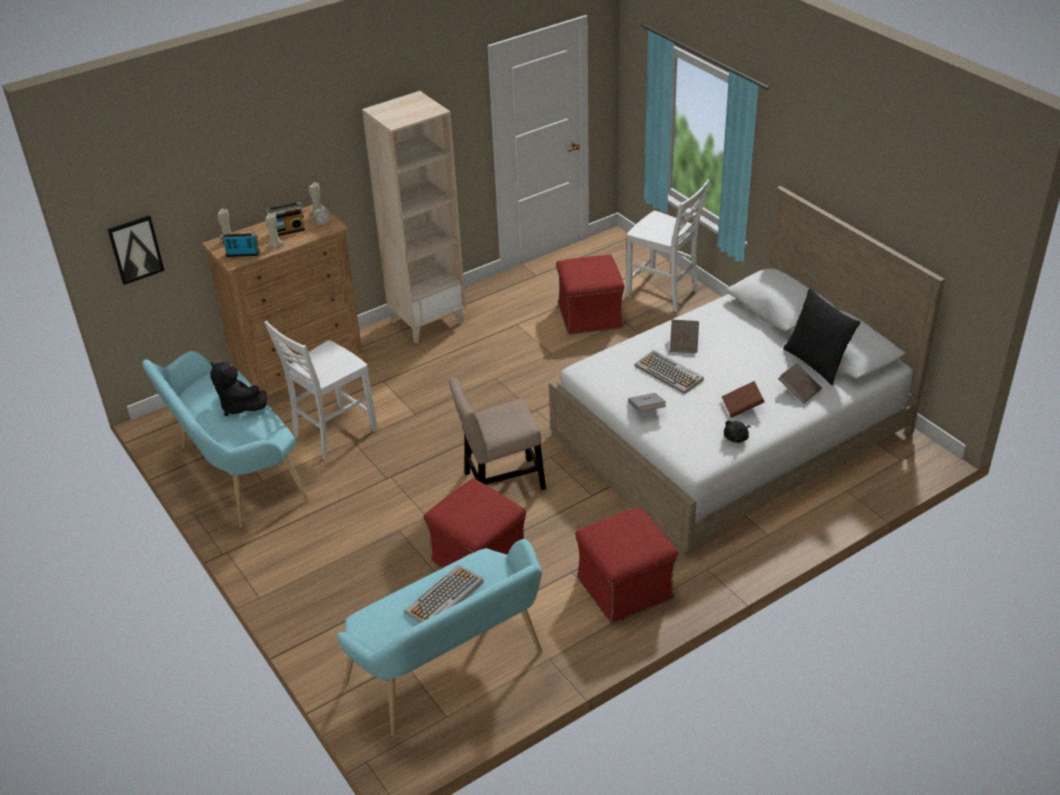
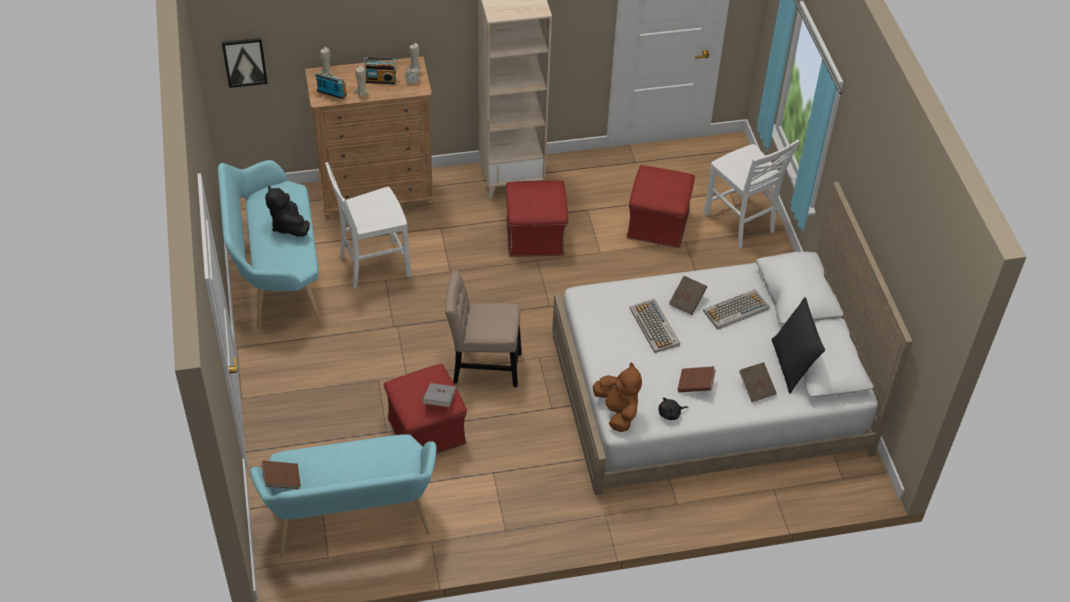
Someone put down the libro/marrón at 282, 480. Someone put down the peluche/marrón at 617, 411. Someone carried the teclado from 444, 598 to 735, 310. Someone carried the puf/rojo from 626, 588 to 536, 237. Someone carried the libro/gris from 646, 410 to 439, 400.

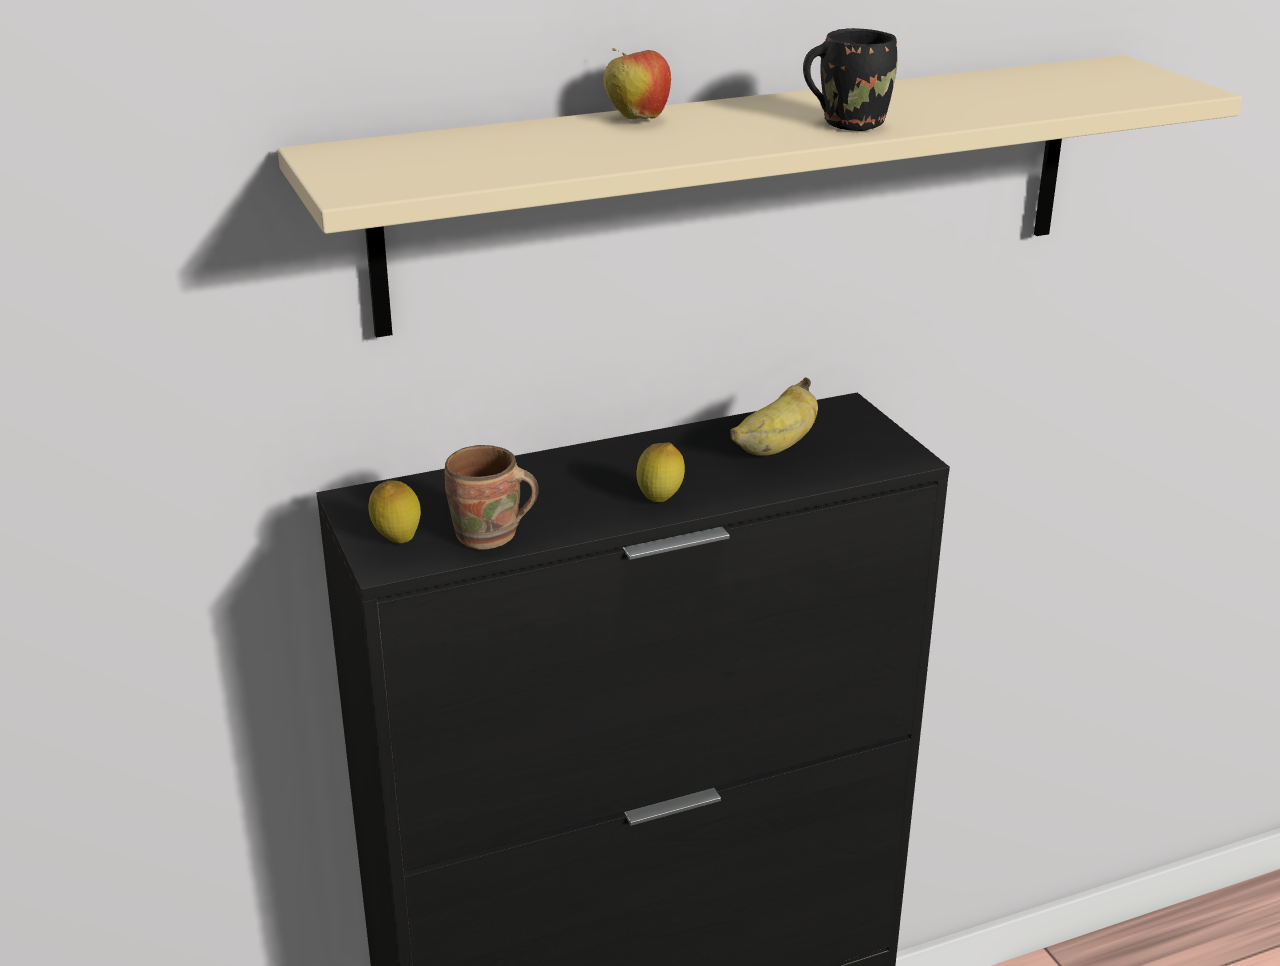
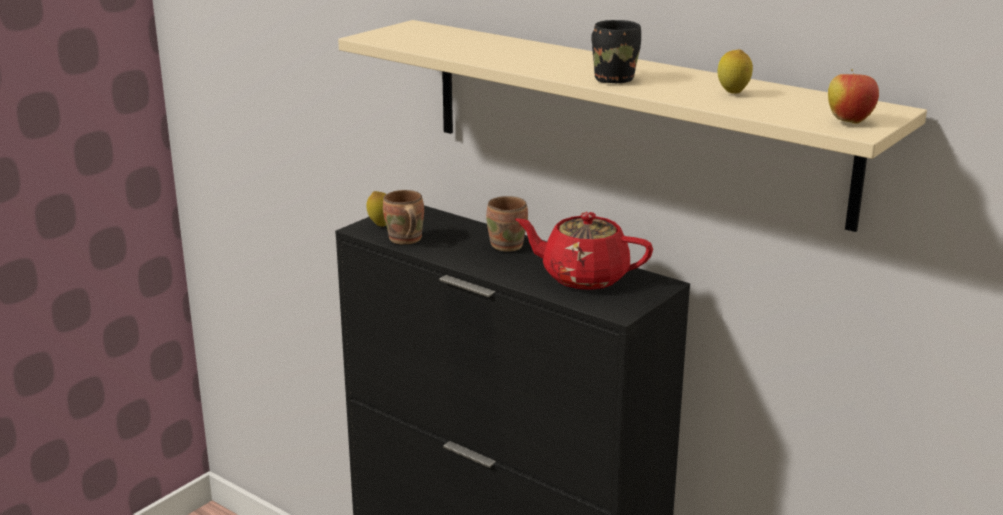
Someone put down the taza grande/marrón at 510, 245. Someone carried the manzana from 637, 119 to 849, 122. Someone carried the limón from 660, 501 to 732, 94. Someone swapped the plátano at 776, 447 for the tetera/rojo at 583, 277.

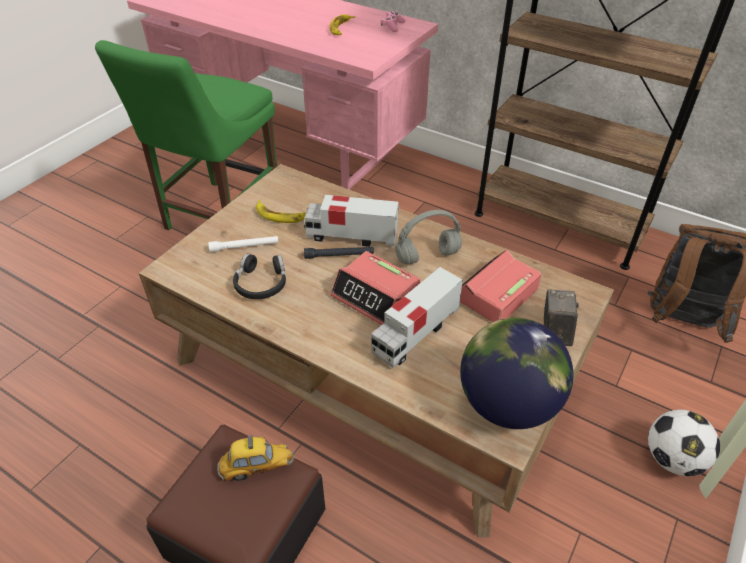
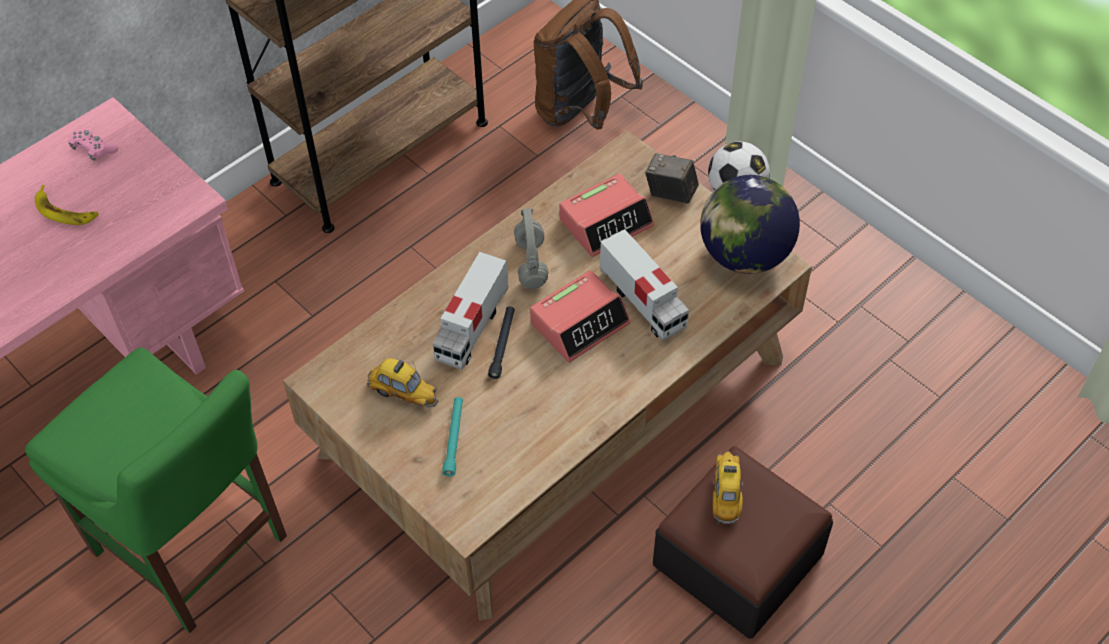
Someone took away the auriculares/negro at 261, 283. Someone swapped the plátano at 280, 215 for the coche de juguete at 403, 393. Someone repainted the linterna/blanco at 244, 247, which became the linterna/turquesa at 454, 438. Someone rotated the despertador at 494, 294 by 90 degrees counterclockwise.

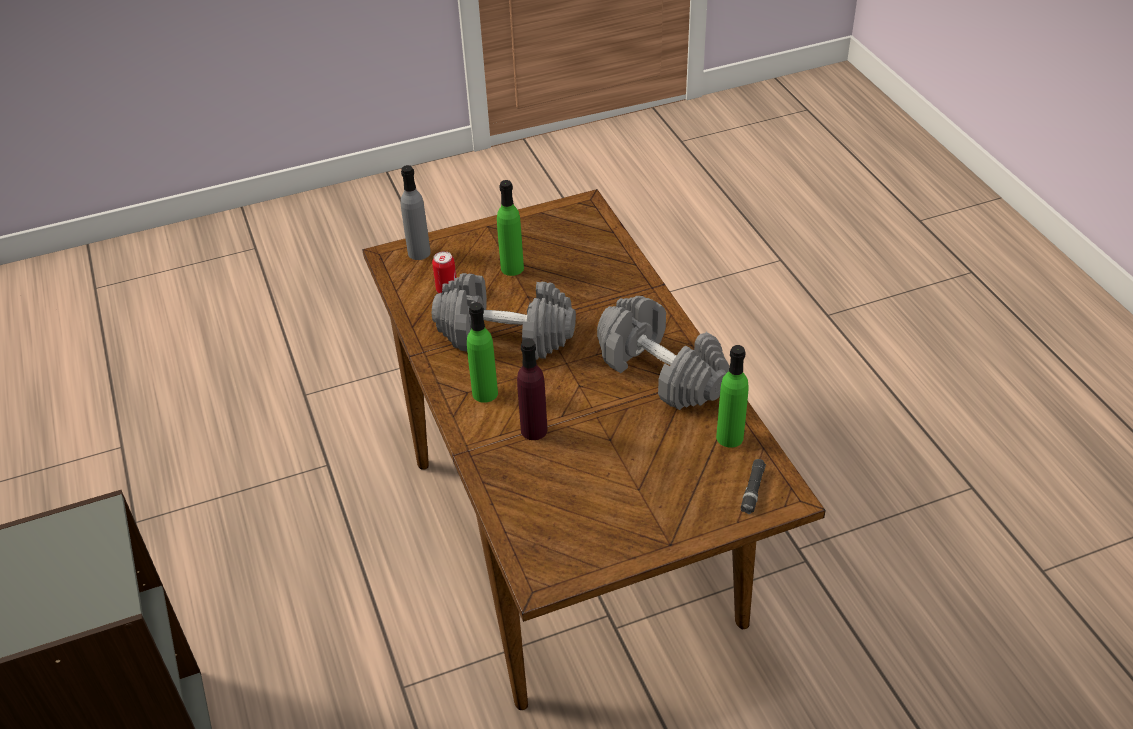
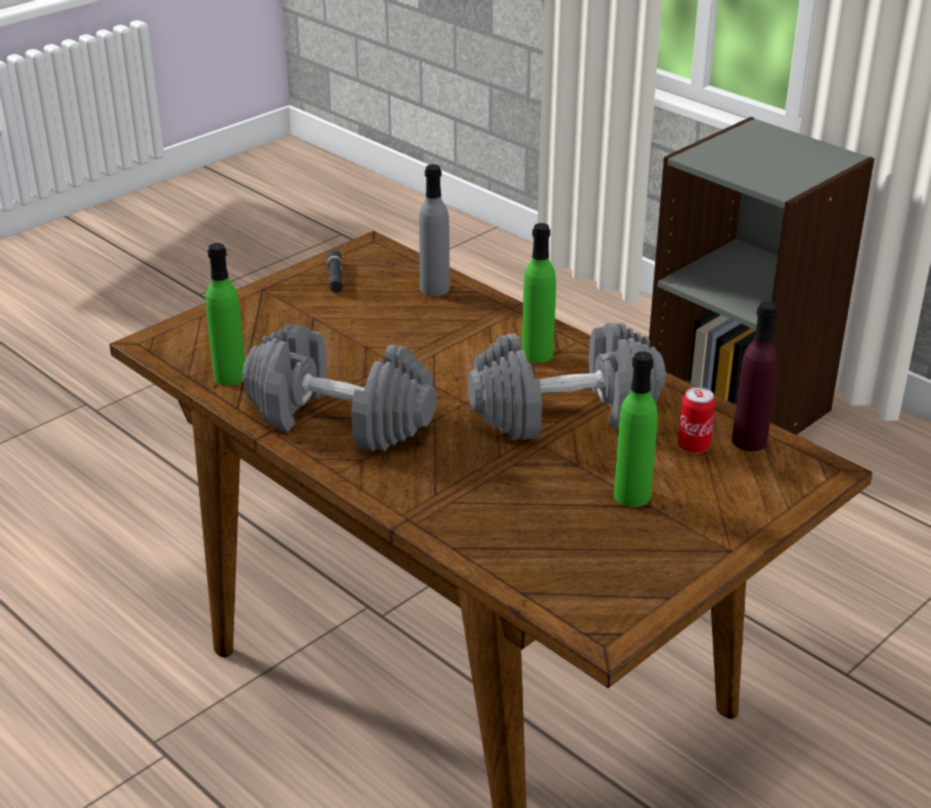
Someone carried the botella/gris from 419, 252 to 434, 288. Someone carried the botella/morado from 534, 430 to 749, 441. Someone carried the linterna/negro from 752, 490 to 335, 277.

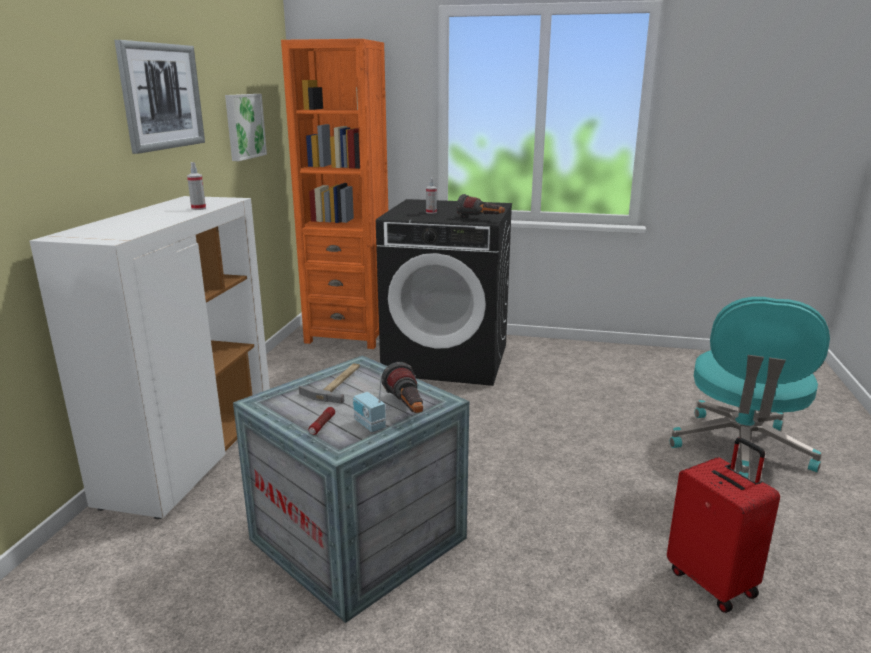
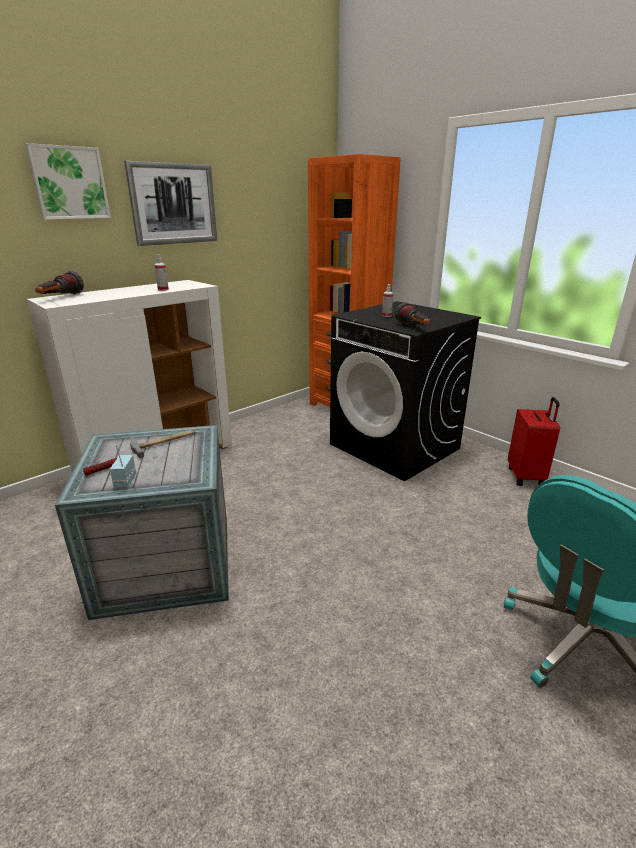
Someone carried the cuadro from 243, 126 to 69, 183. Someone carried the linterna from 407, 408 to 60, 298. Someone carried the maleta/rojo from 713, 582 to 526, 476.

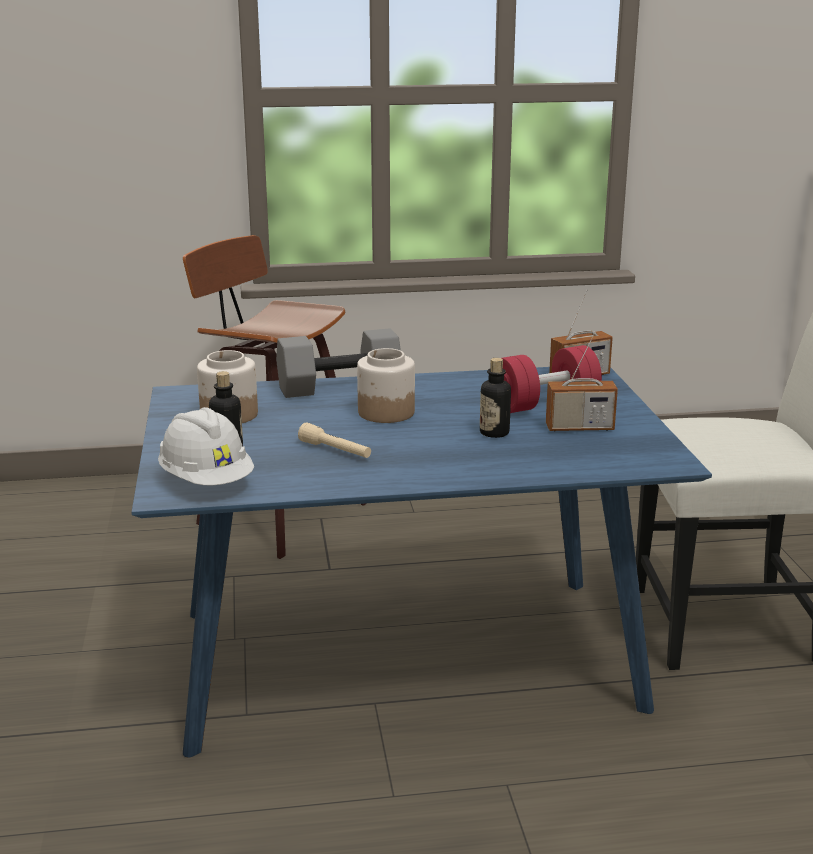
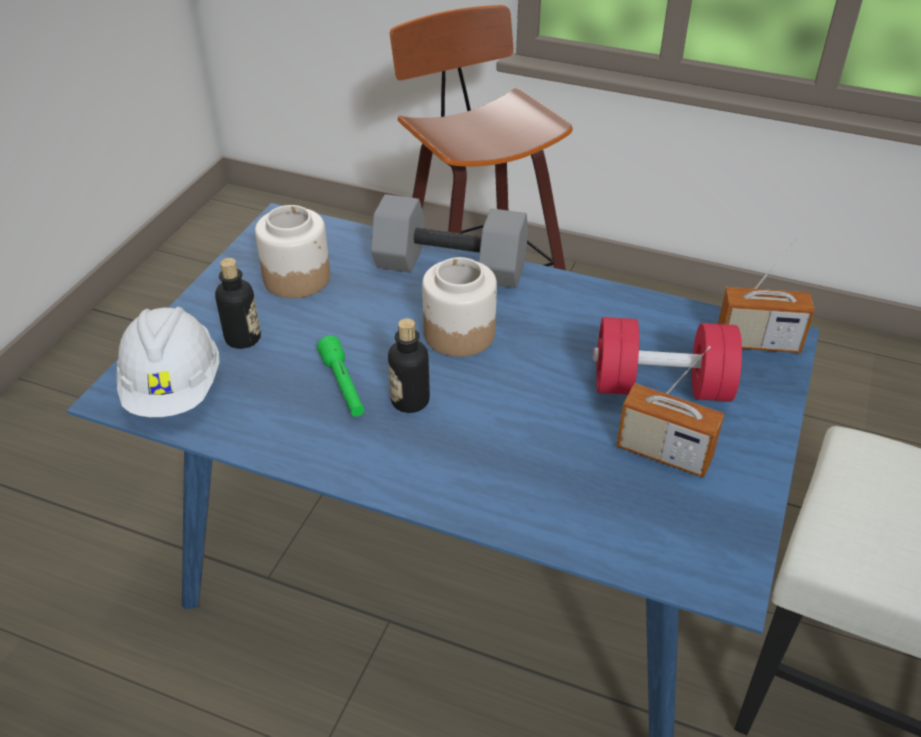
Someone carried the botella from 494, 433 to 410, 401. Someone repainted the linterna/beis at 335, 451, which became the linterna/verde at 343, 386.

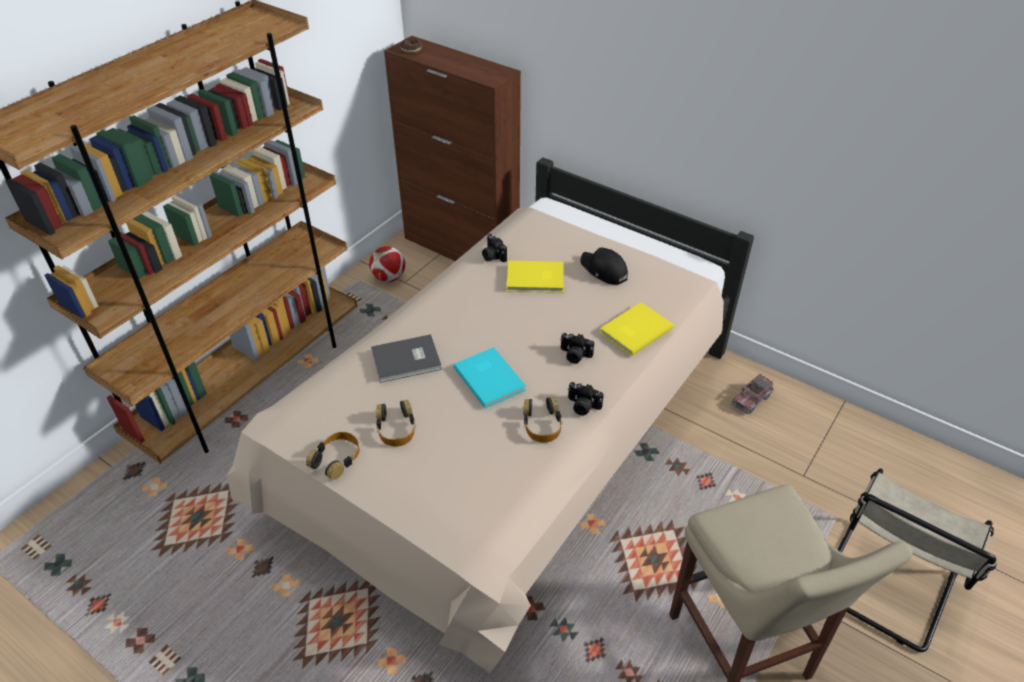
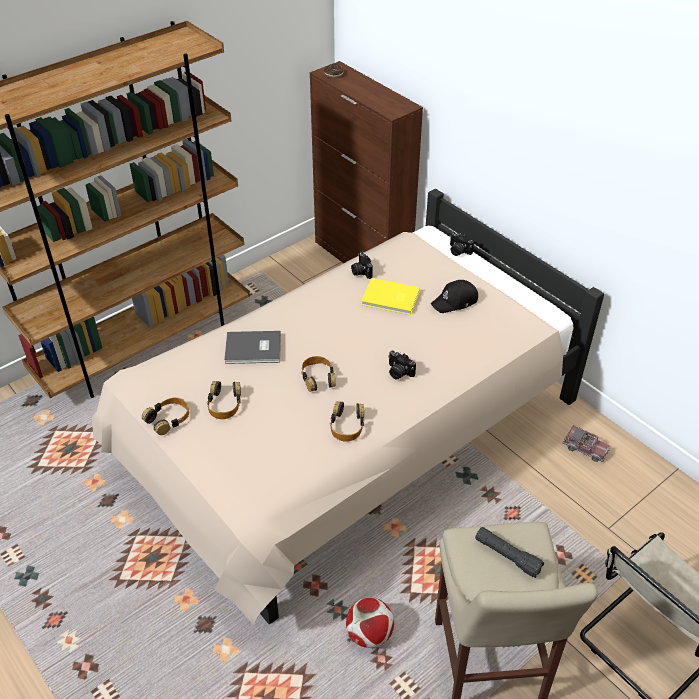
Someone took away the libro/amarillo at 634, 330. Someone put down the linterna/negro at 507, 556. Someone carried the balón de fútbol from 389, 278 to 369, 634. Someone carried the cámara from 582, 406 to 458, 251. Someone swapped the libro/turquesa at 490, 378 for the auriculares at 318, 377. Someone rotated the gorra/negro at 603, 270 by 90 degrees counterclockwise. Someone rotated the camión de juguete at 751, 399 by 120 degrees counterclockwise.

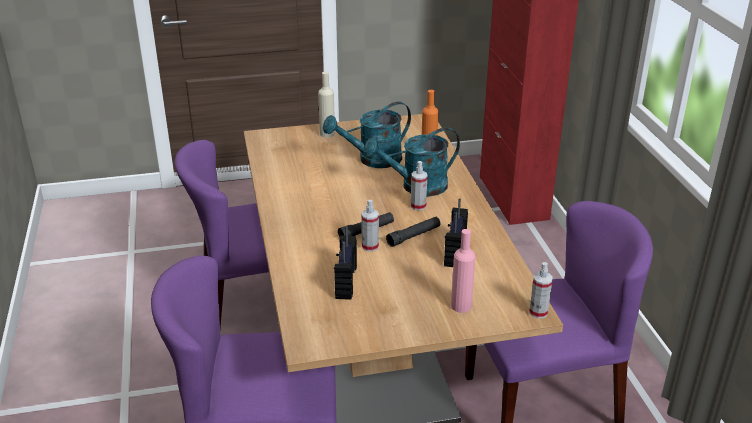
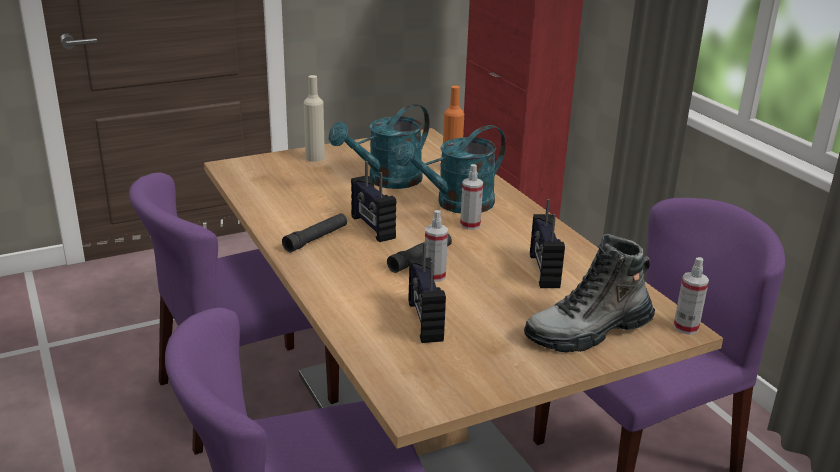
Someone put down the radio at 372, 227. Someone carried the linterna/negro from 414, 236 to 316, 239. Someone swapped the botella/rosa at 461, 306 for the bota at 588, 332.

